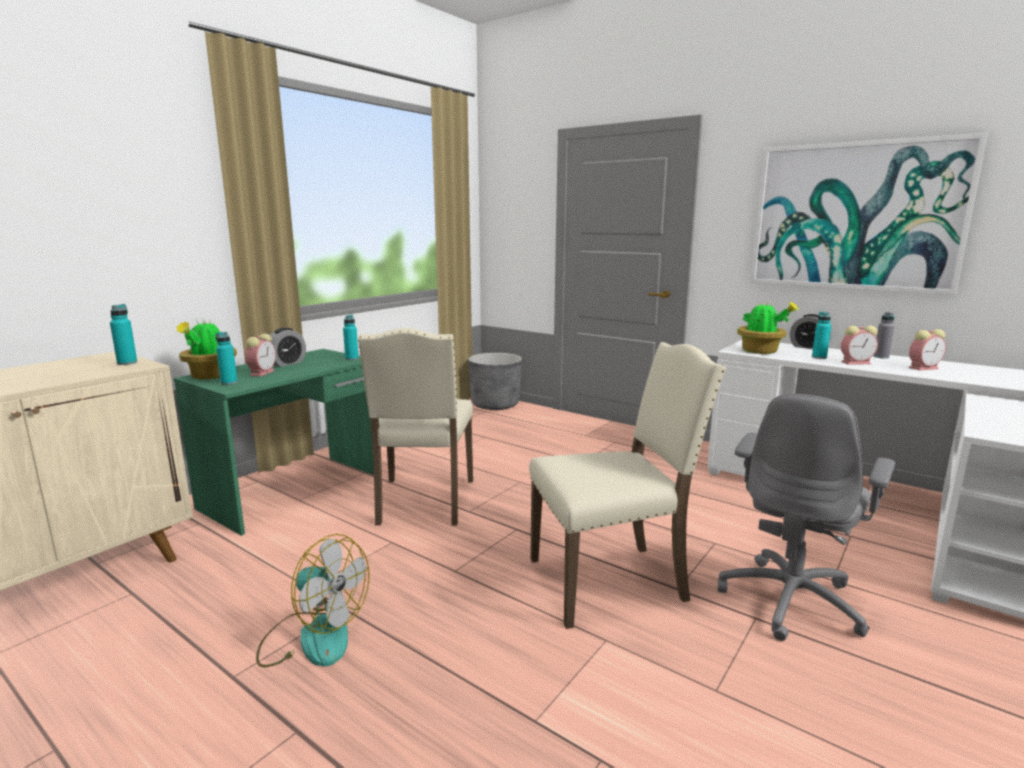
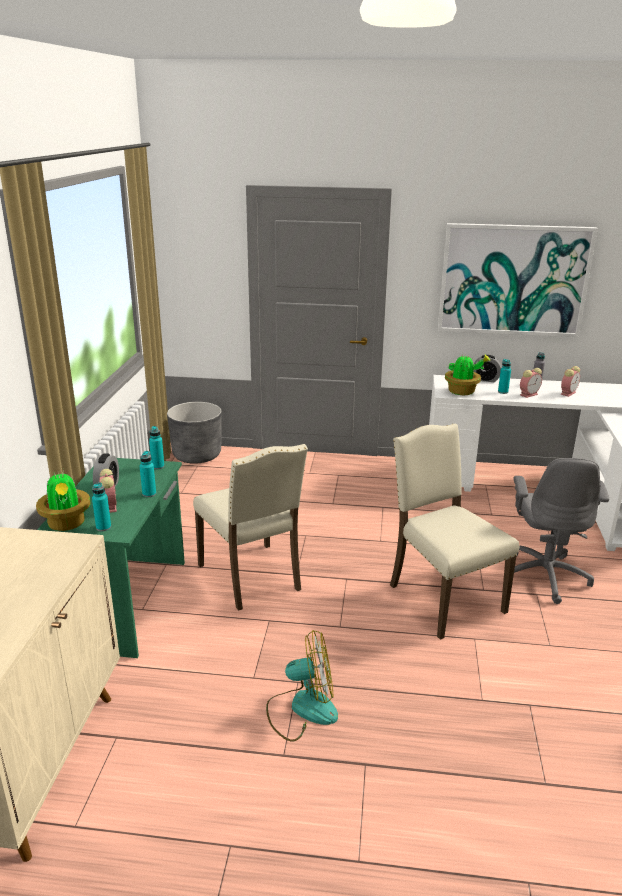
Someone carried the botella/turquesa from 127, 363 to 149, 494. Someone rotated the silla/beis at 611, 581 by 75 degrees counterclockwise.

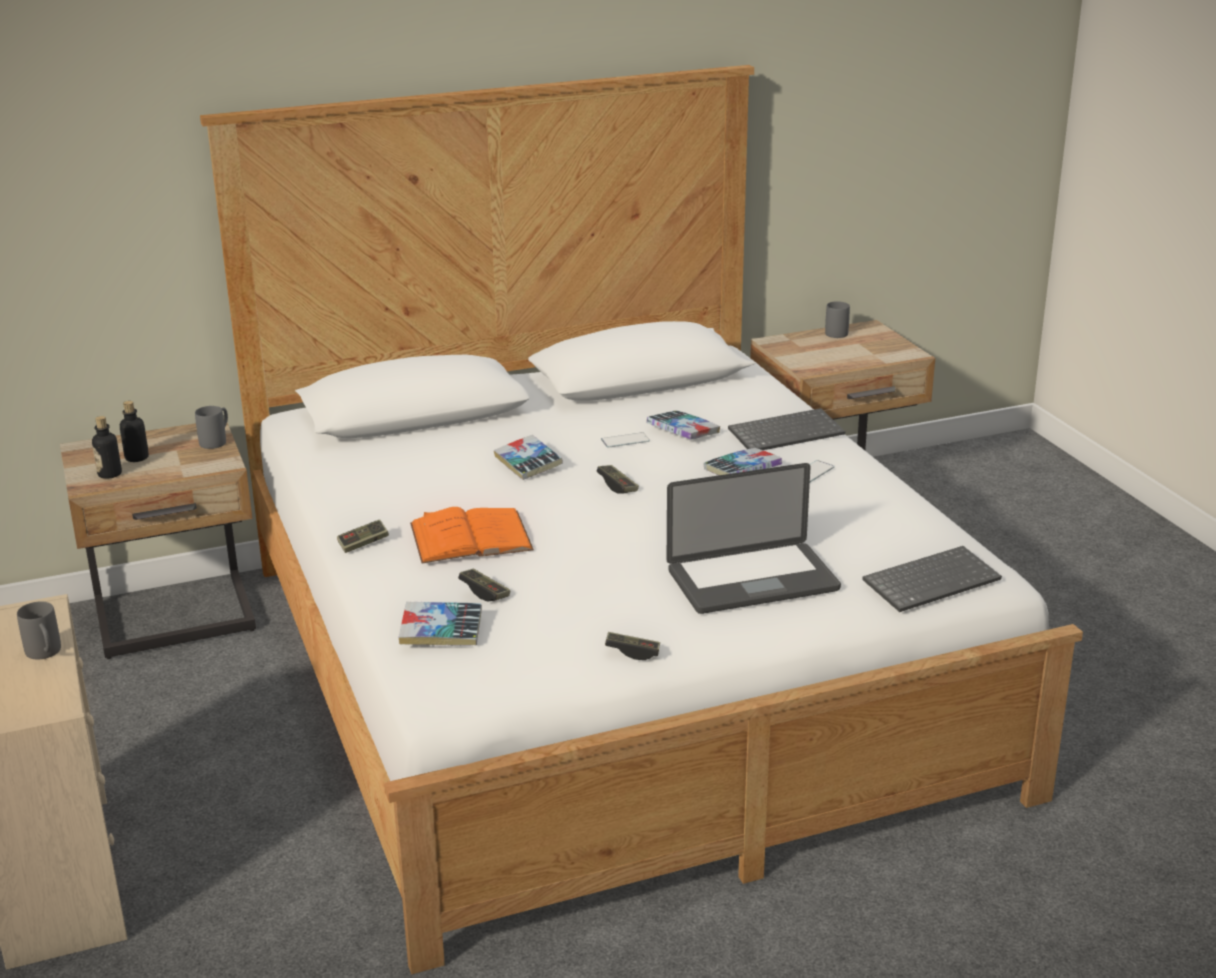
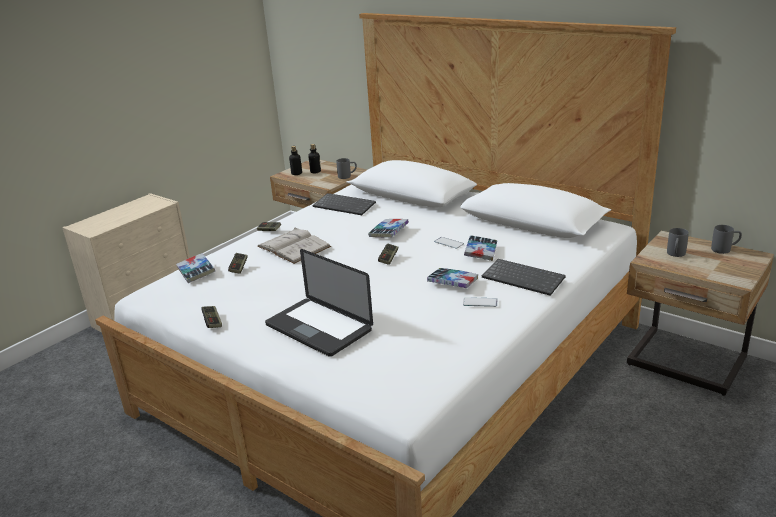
Someone carried the taza grande/gris from 45, 654 to 675, 255. Someone carried the teclado from 931, 580 to 345, 205. Someone repainted the libro/naranja at 470, 536, which became the libro/blanco at 293, 246.

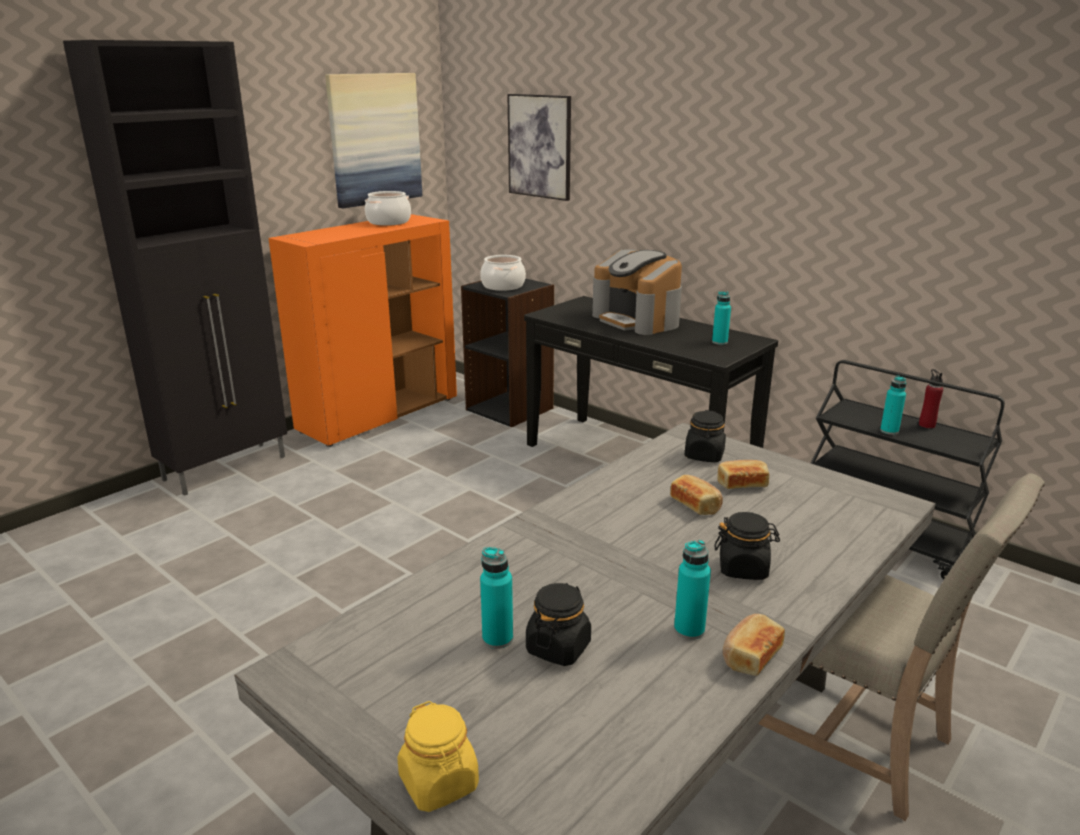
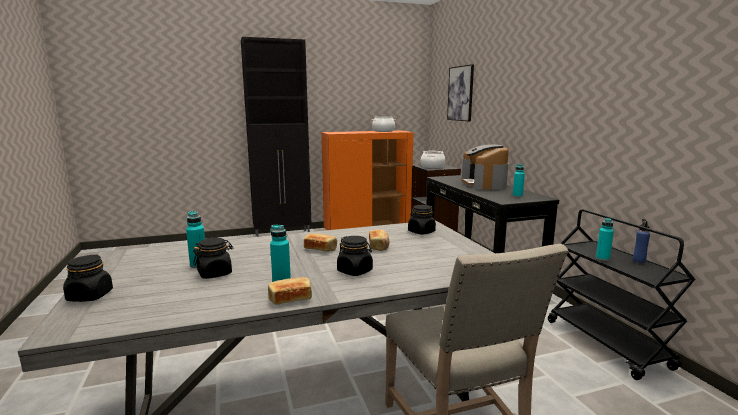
Someone took away the cuadro at 374, 139. Someone carried the pan from 741, 484 to 320, 249. Someone repainted the tarro/amarillo at 439, 783, which became the tarro/negro at 90, 296. Someone repainted the botella/rojo at 926, 425, which became the botella/azul at 639, 260.

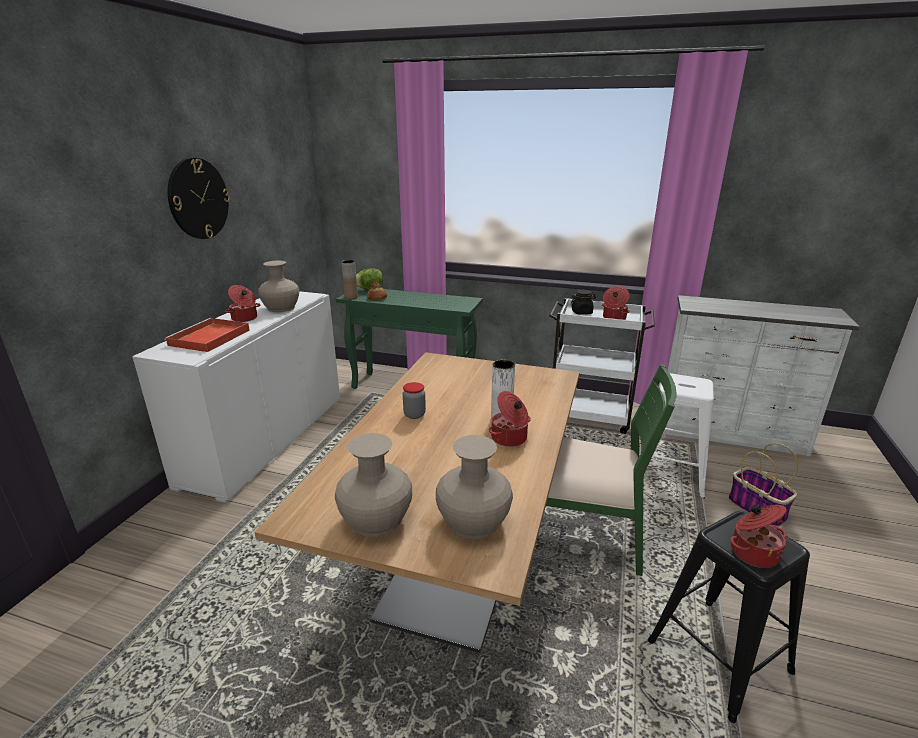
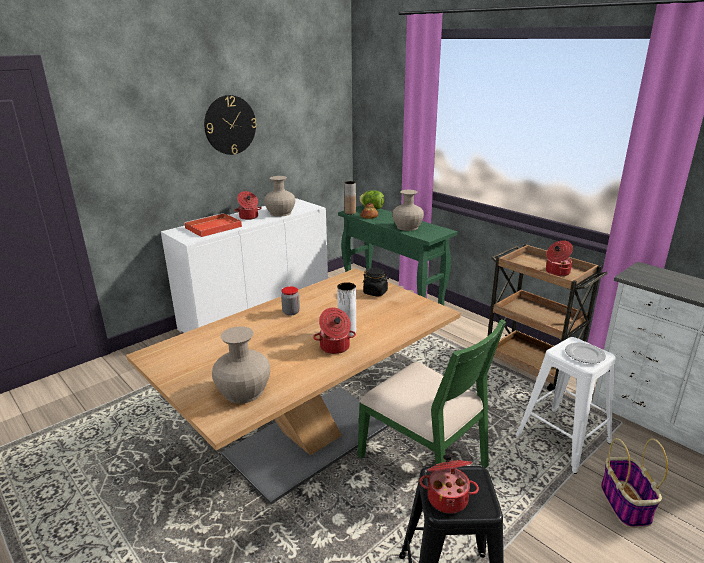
Someone put down the plato at 585, 355. Someone carried the florero/beis from 376, 518 to 407, 227. Someone carried the tarro/negro from 582, 312 to 375, 292. Someone repainted the carrito/blanco at 589, 416, which became the carrito/marrón at 531, 366.

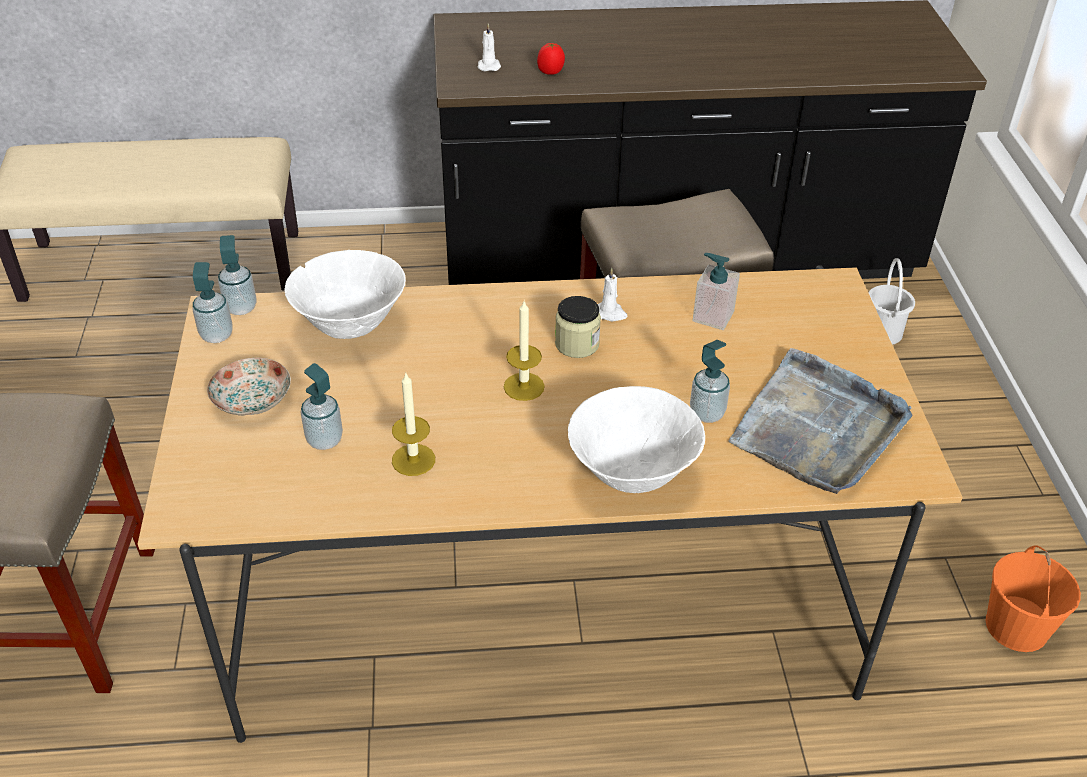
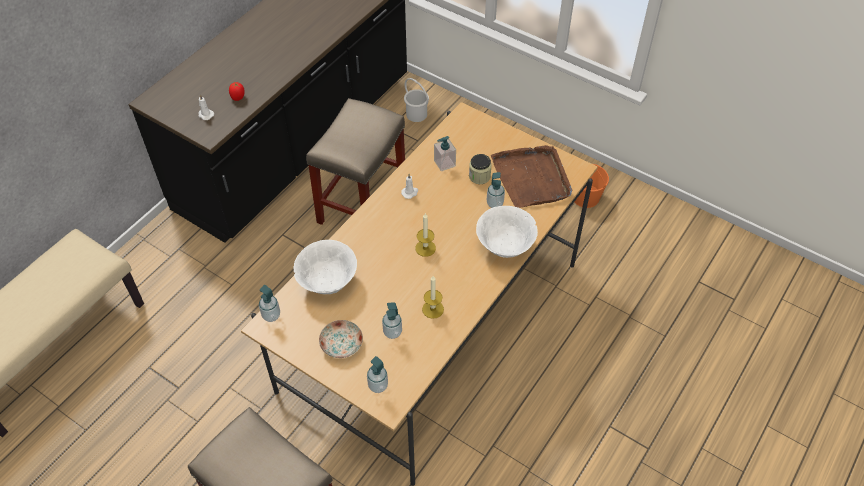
Someone carried the dispensador de jabón from 216, 335 to 378, 386. Someone carried the tarro from 577, 344 to 479, 176. Someone repainted the bandeja/gris at 818, 428, which became the bandeja/marrón at 532, 178.

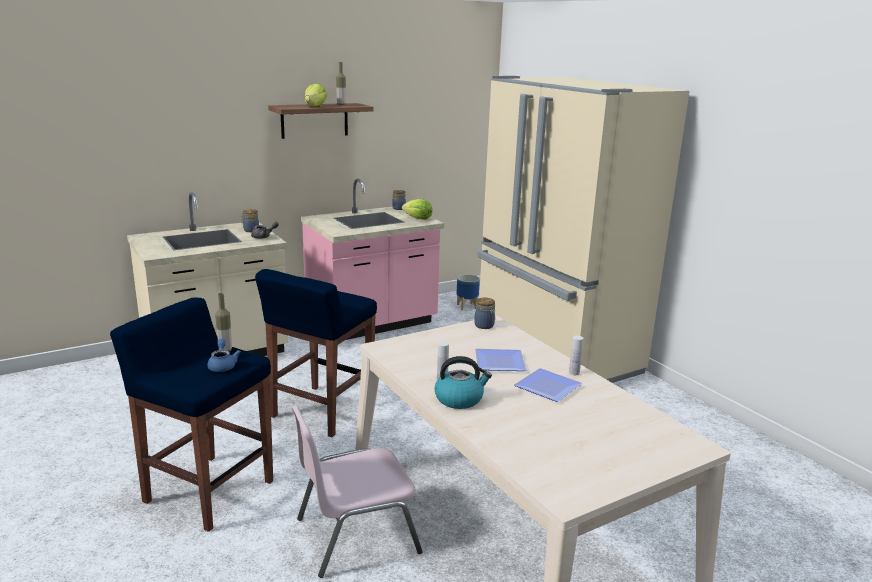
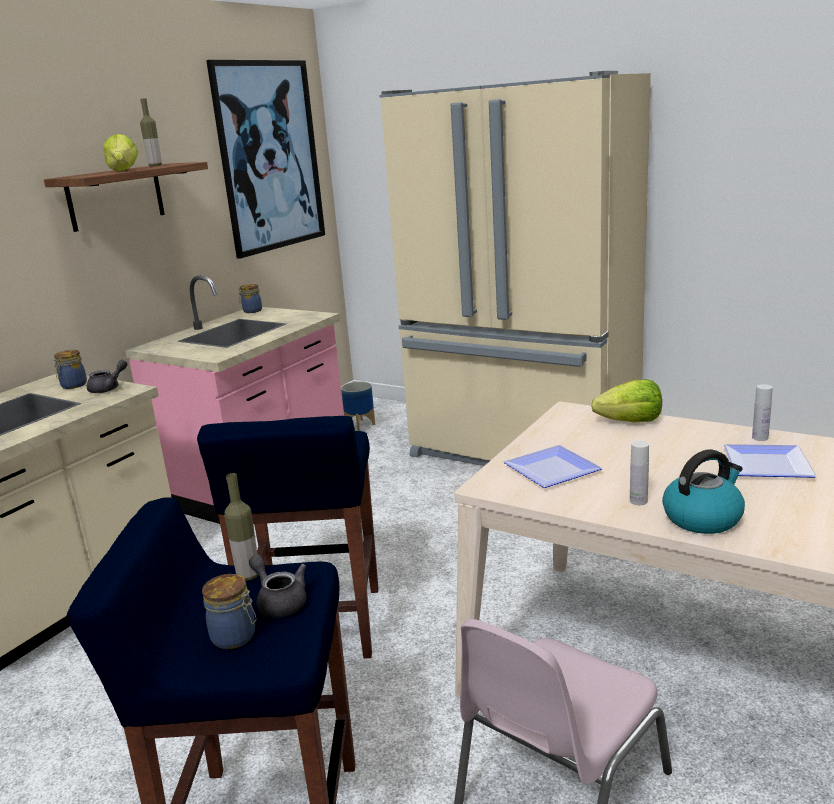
Someone put up the cuadro at 270, 156. Someone carried the lechuga from 417, 218 to 630, 422. Someone carried the tarro from 485, 326 to 235, 637. Someone carried the plato from 501, 363 to 555, 470. Someone repainted the tetera/azul at 222, 365, which became the tetera/gris at 279, 601.

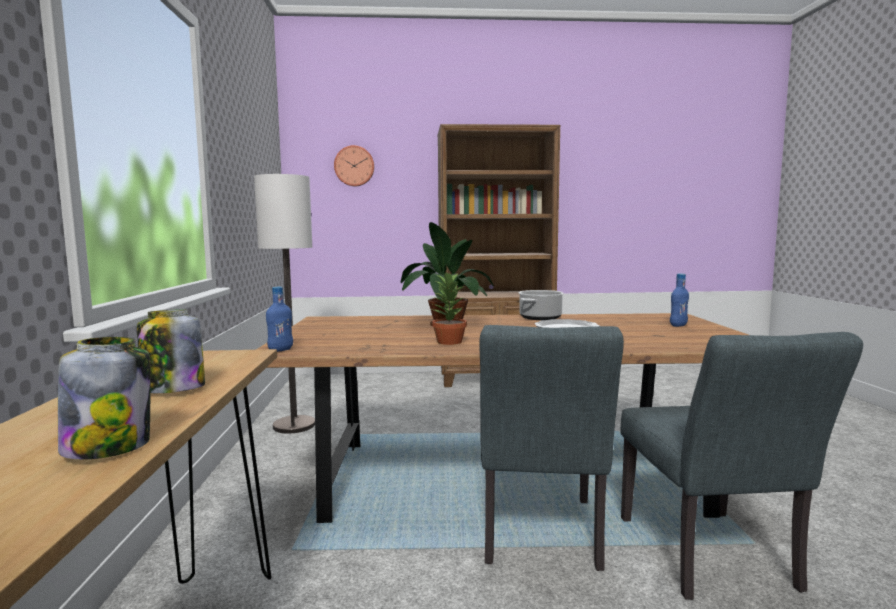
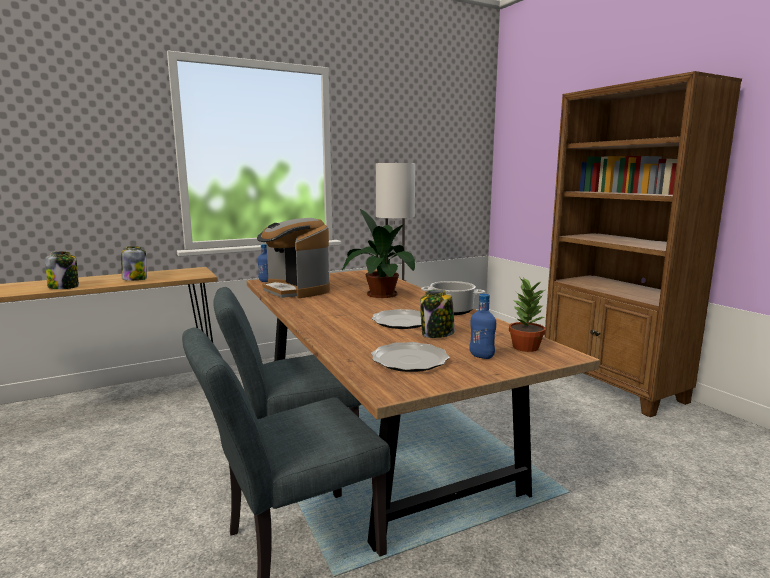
Someone took away the reloj de pared at 354, 166. Someone put down the cafetera at 296, 290. Someone put down the plato at 410, 360. Someone put down the tarro at 437, 334. Someone carried the planta en maceta from 448, 342 to 525, 347.

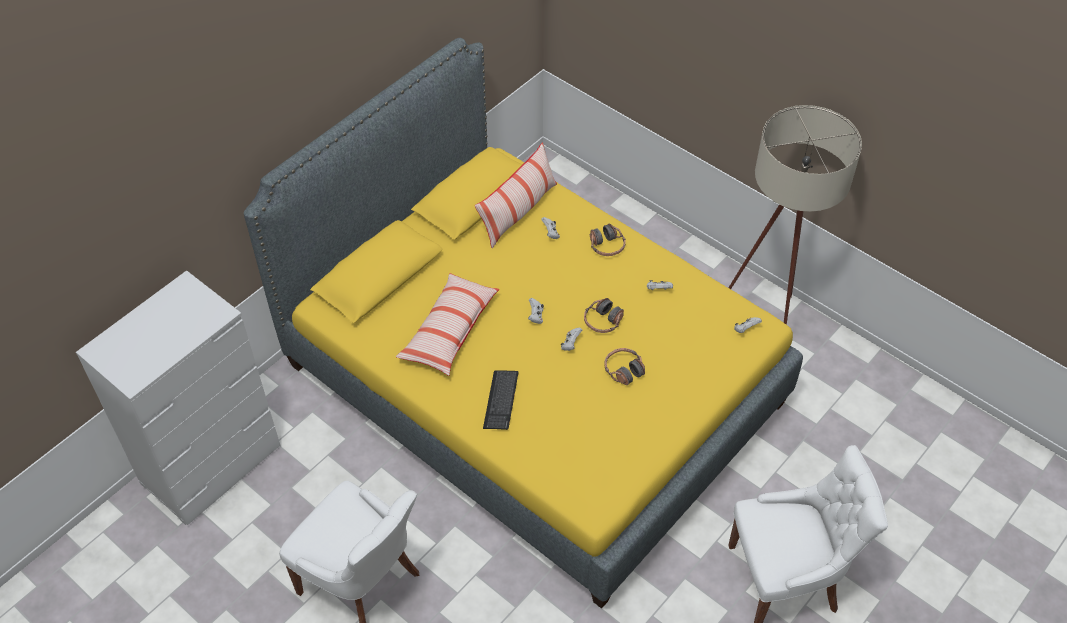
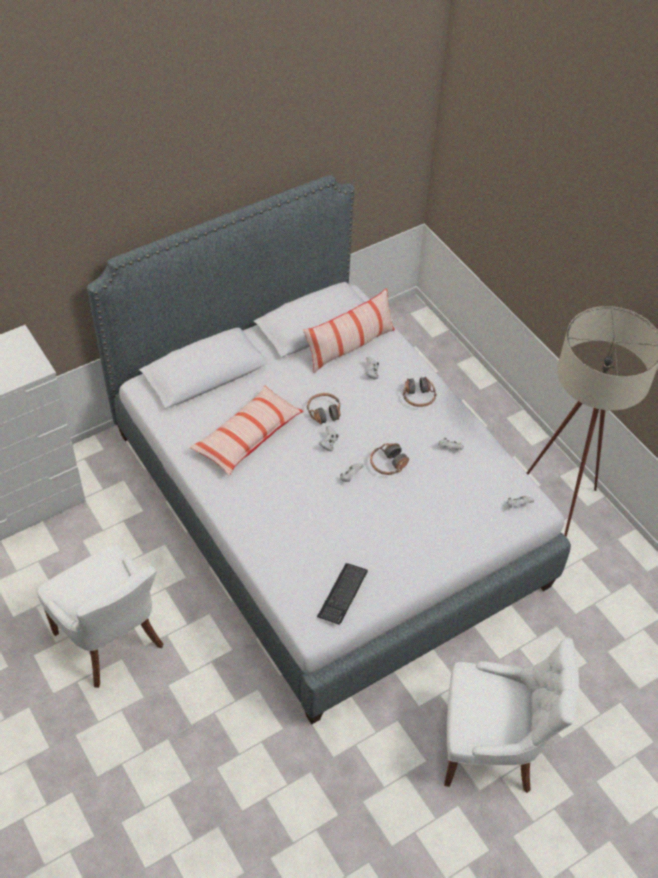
Someone carried the teclado from 501, 401 to 342, 594. Someone carried the auriculares from 623, 370 to 324, 412. Someone repainted the cama/amarillo at 532, 384, which became the cama/gris at 324, 507.

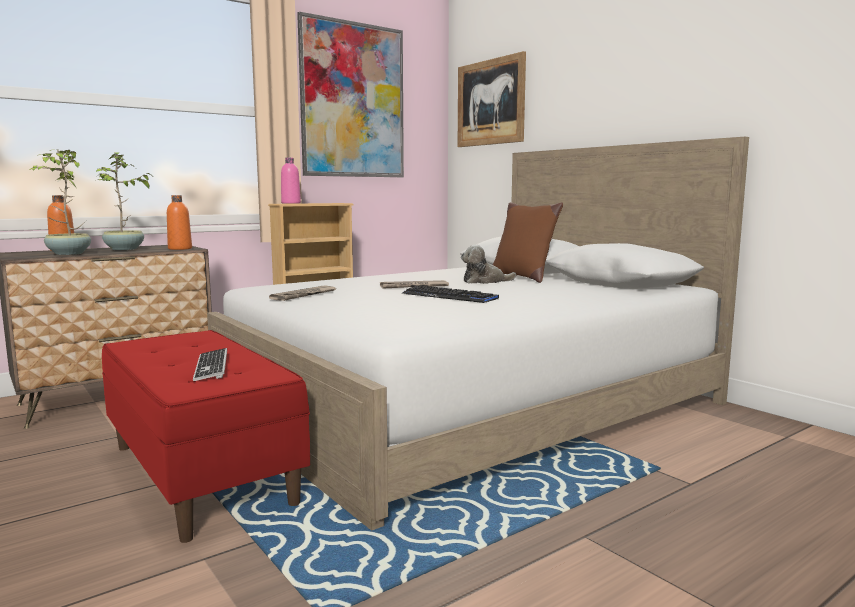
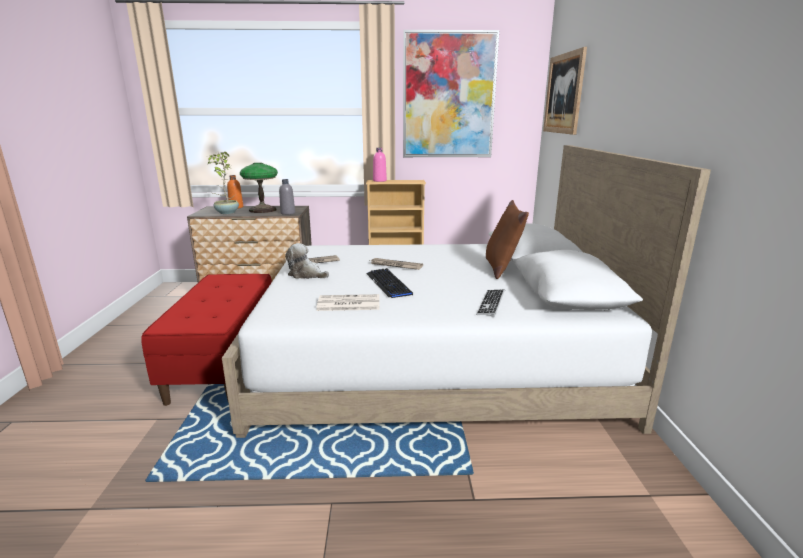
Someone put down the periódico at 348, 304. Someone carried the teclado from 211, 366 to 491, 303. Someone carried the peluche from 484, 281 to 306, 275. Someone swapped the planta en maceta at 124, 249 for the lámpara de mesa at 262, 210. Someone repainted the botella/naranja at 180, 248, which became the botella/gris at 288, 213.

